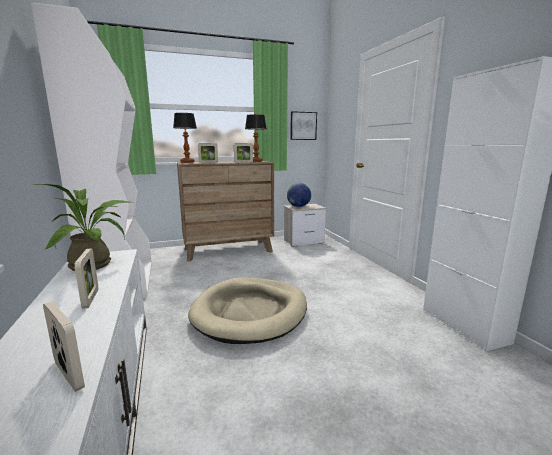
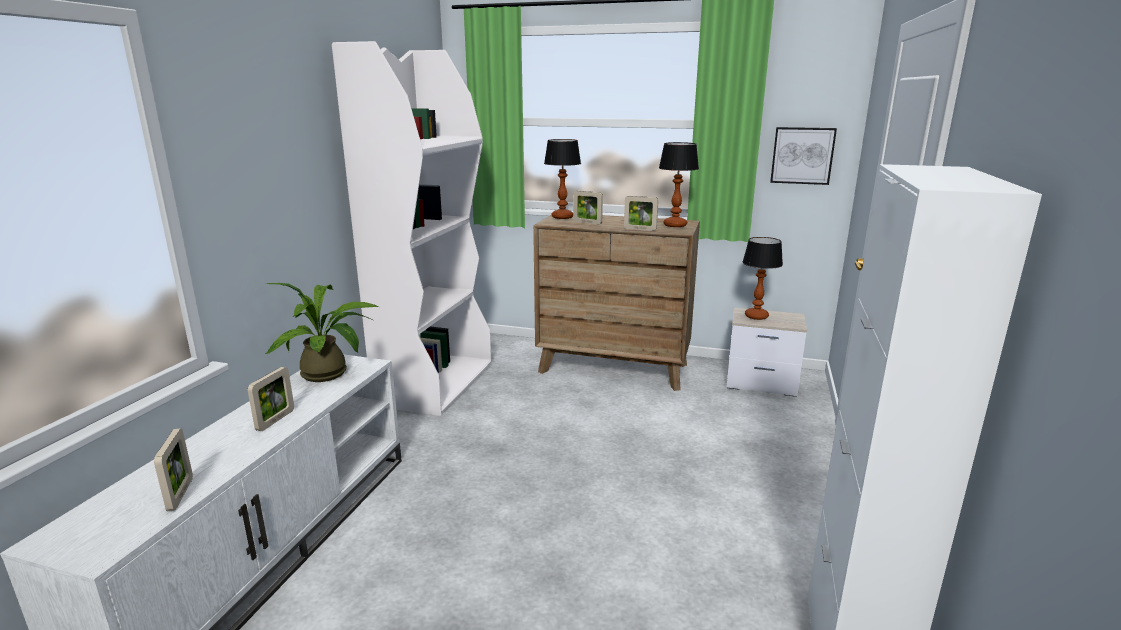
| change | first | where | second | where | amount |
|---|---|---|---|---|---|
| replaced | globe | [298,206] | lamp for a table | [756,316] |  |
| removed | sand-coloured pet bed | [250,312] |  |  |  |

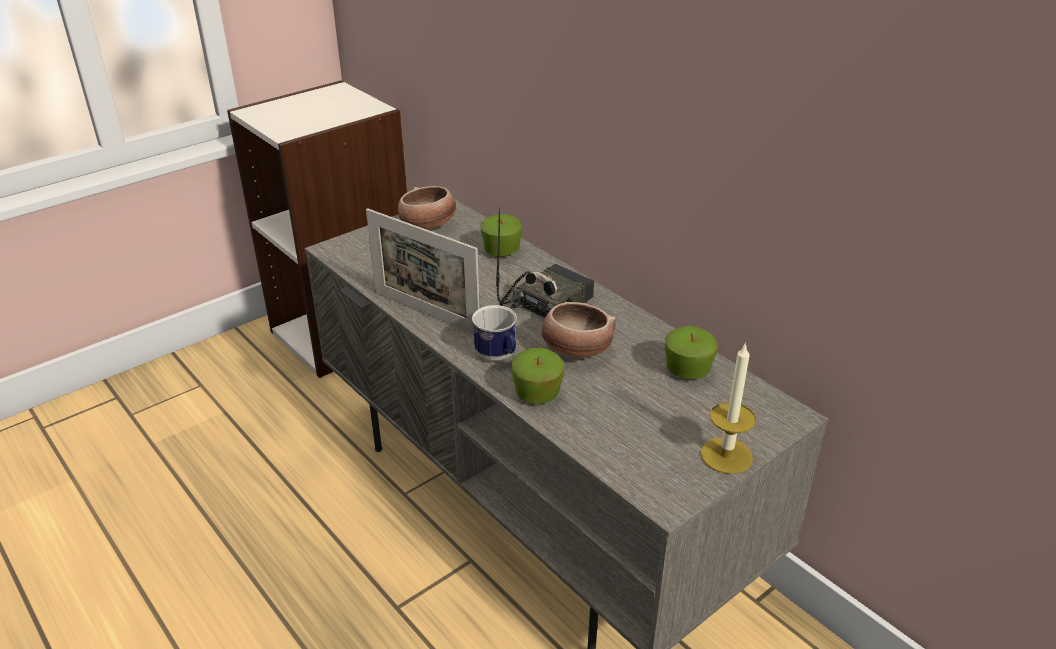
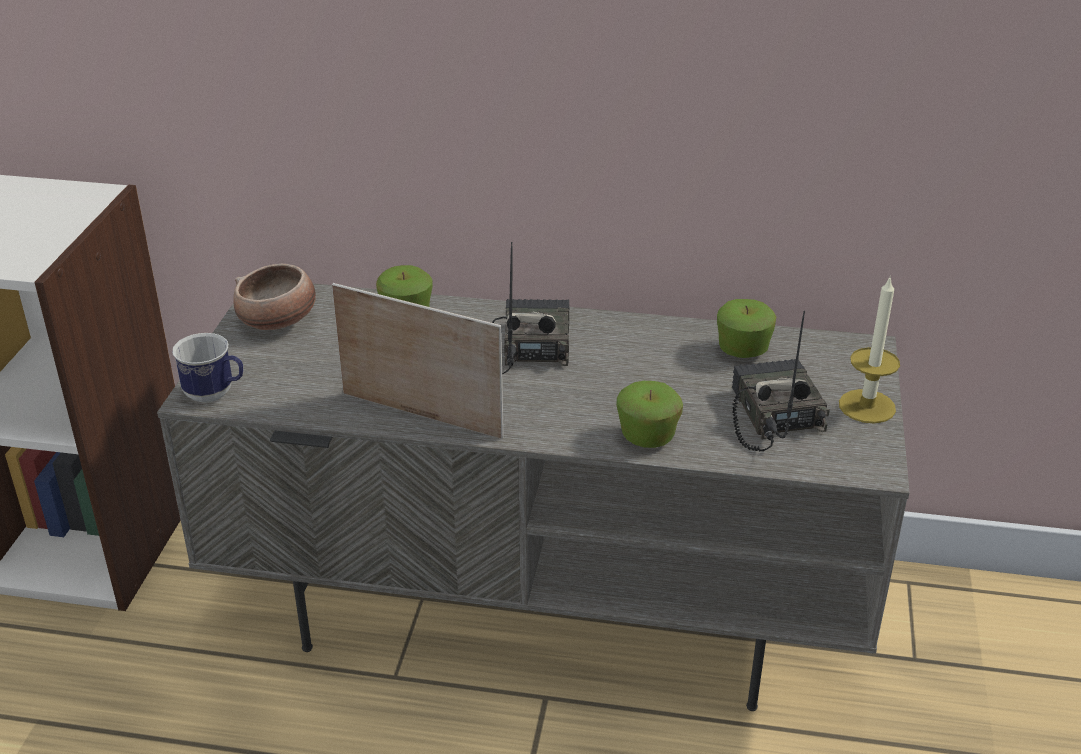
| change | first | where | second | where | amount |
|---|---|---|---|---|---|
| moved | tea mug | [498,357] |  | [216,395] |  |
| turned | photo frame | [426,313] |  | [421,415] | 150 degrees counterclockwise |
| added |  |  | radio | [771,415] |  |
| removed | deep dish | [575,350] |  |  |  |

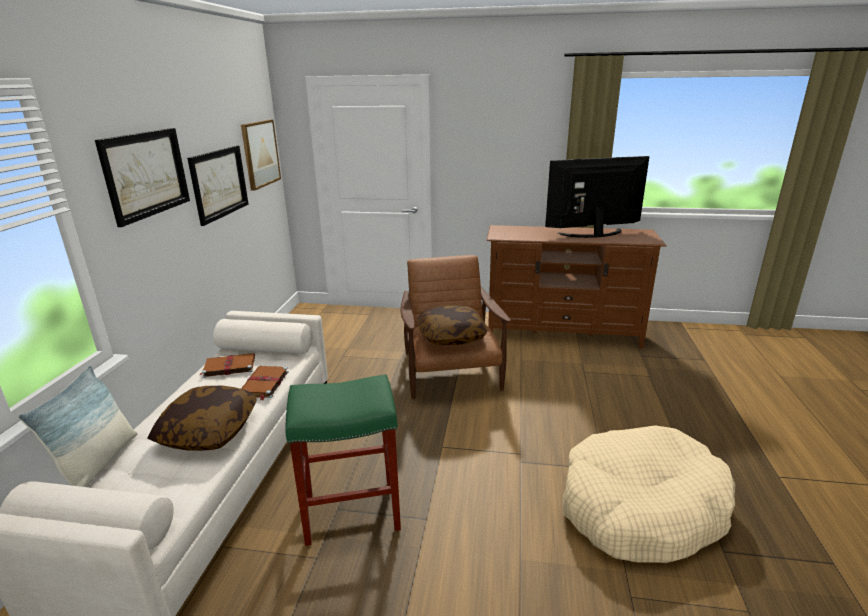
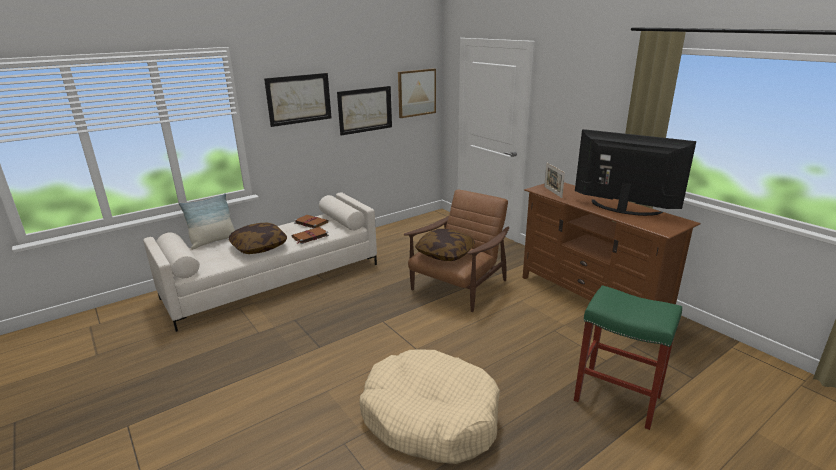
| change | first | where | second | where | amount |
|---|---|---|---|---|---|
| added |  |  | photo frame | [552,192] |  |
| moved | greenish stool | [353,510] |  | [618,398] |  |

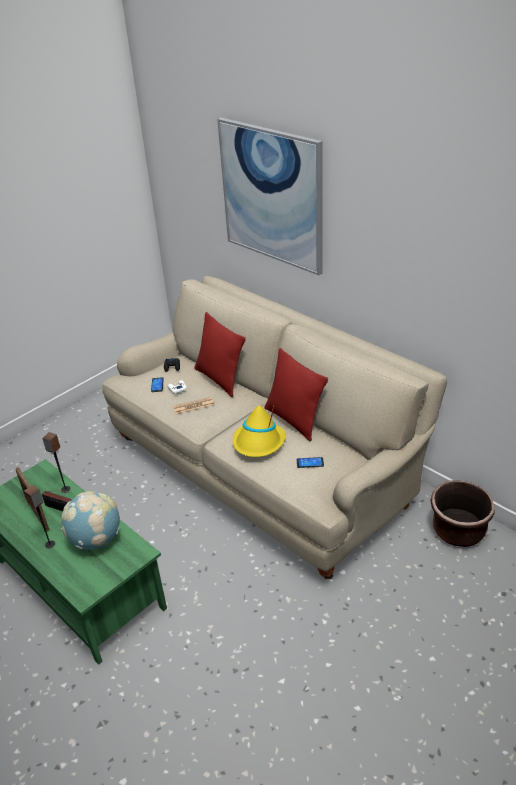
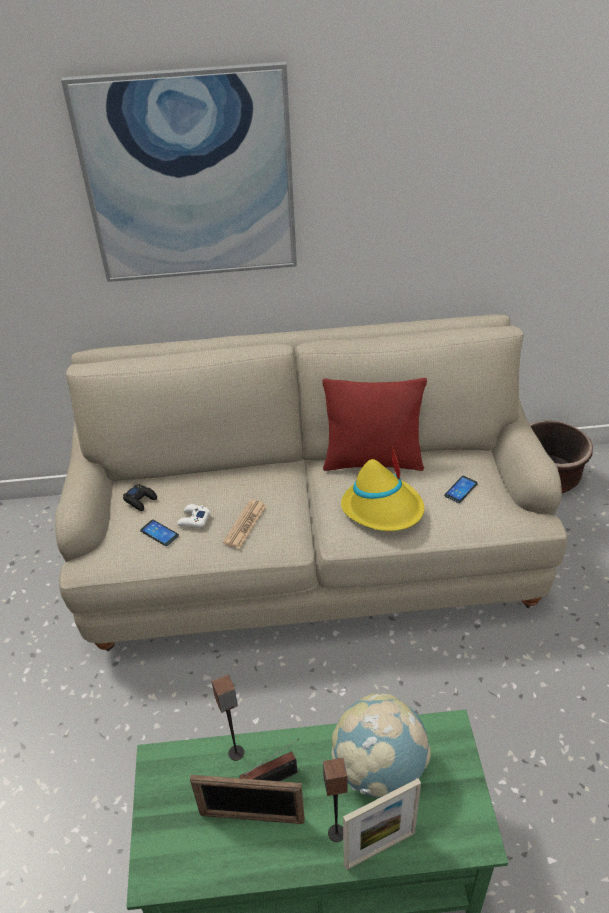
| change | first | where | second | where | amount |
|---|---|---|---|---|---|
| added |  |  | photo frame | [379,849] |  |
| removed | red-coloured throw pillow | [220,379] |  |  |  |

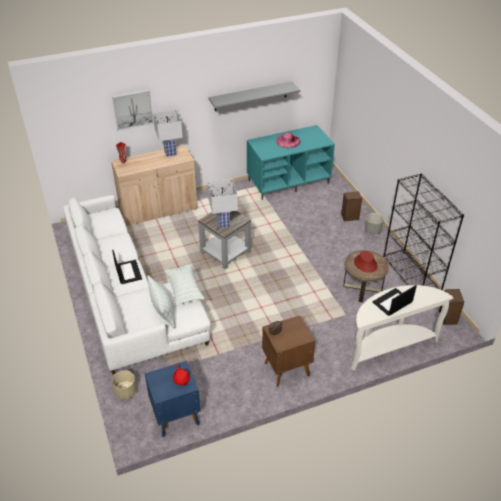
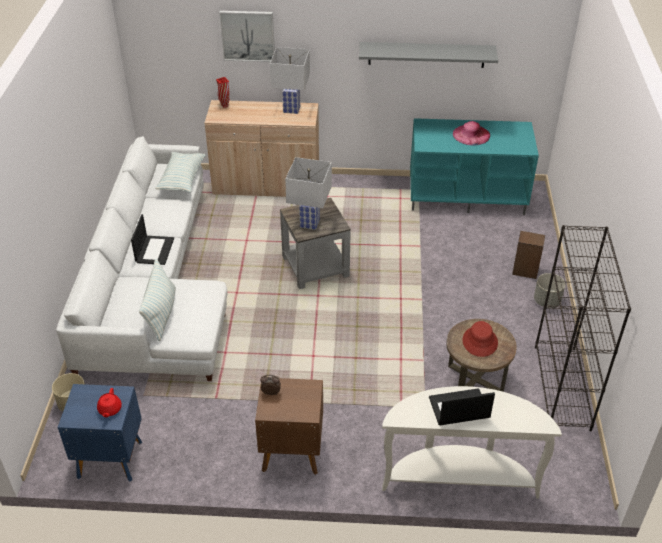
| change | first | where | second | where | amount |
|---|---|---|---|---|---|
| moved | throw pillow | [184,289] |  | [182,179] |  |
| removed | audio speaker | [448,317] |  |  |  |

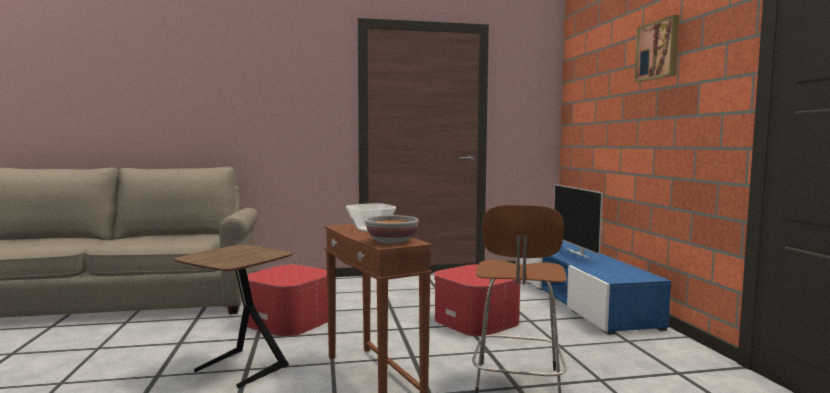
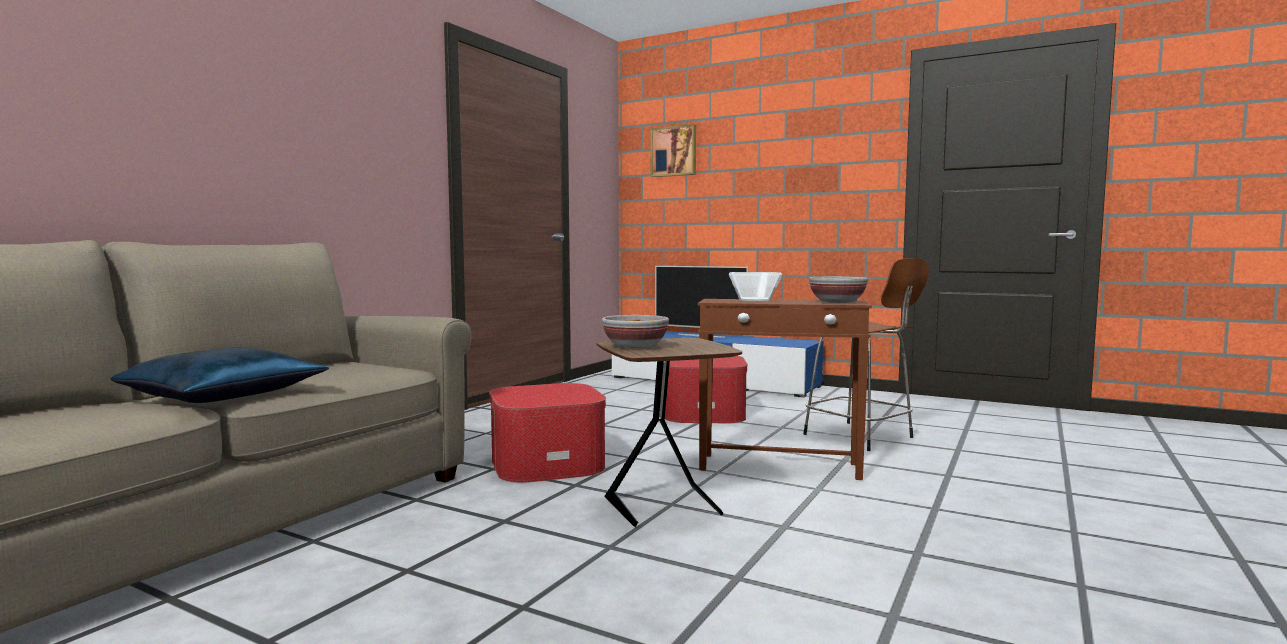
| change | first | where | second | where | amount |
|---|---|---|---|---|---|
| added |  |  | blue throw pillow | [224,395] |  |
| added |  |  | deep dish | [634,346] |  |
| moved | wall art | [658,50] |  | [674,151] |  |

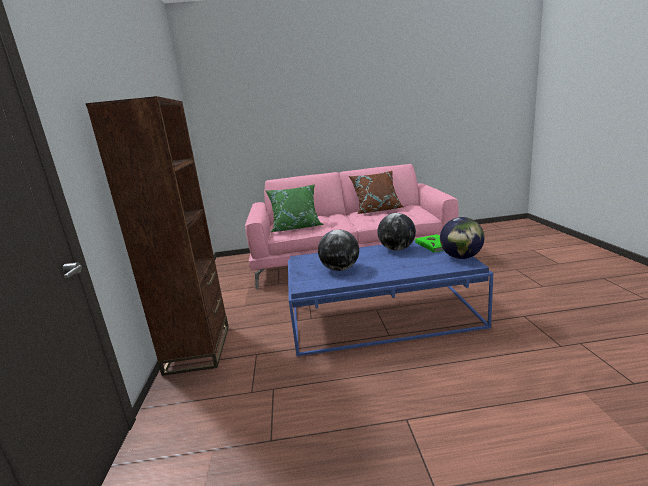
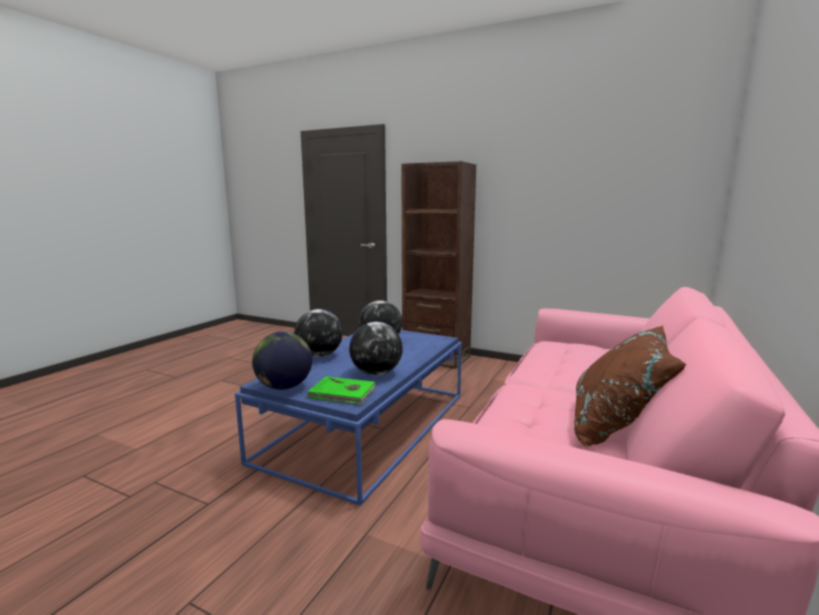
| change | first | where | second | where | amount |
|---|---|---|---|---|---|
| added |  |  | globe | [319,355] |  |
| removed | greenish throw pillow | [296,227] |  |  |  |

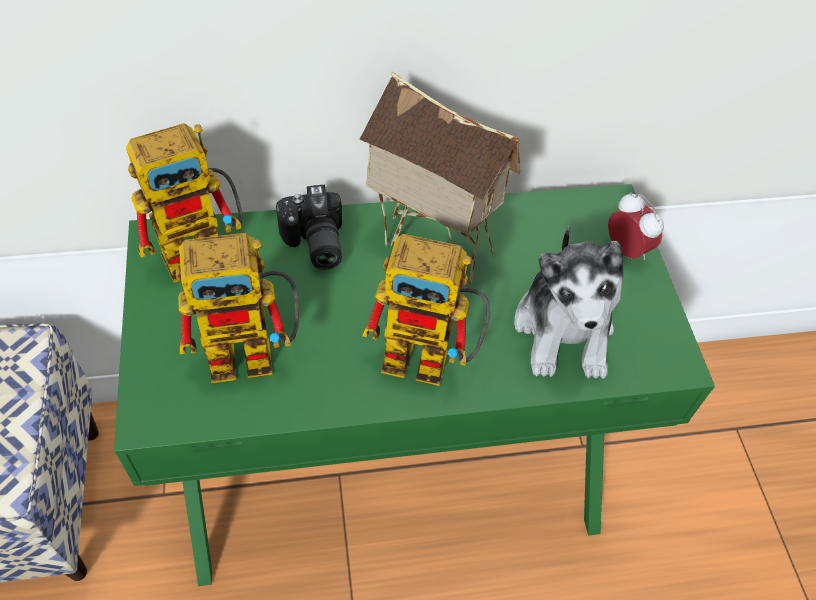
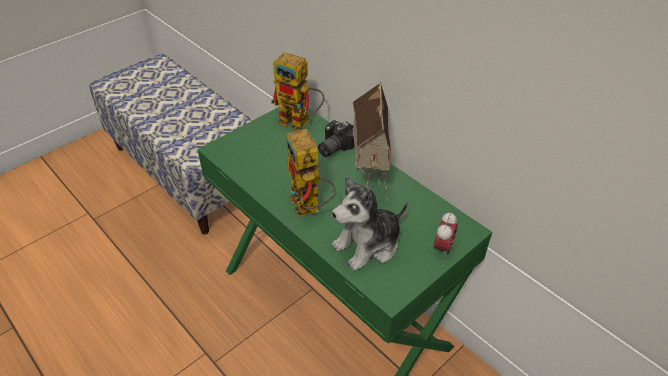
| change | first | where | second | where | amount |
|---|---|---|---|---|---|
| removed | robot figure | [255,352] |  |  |  |

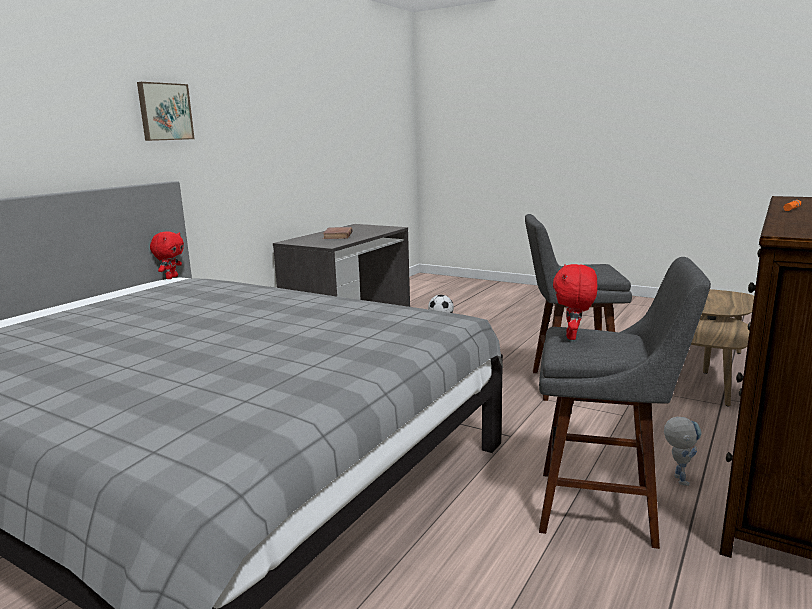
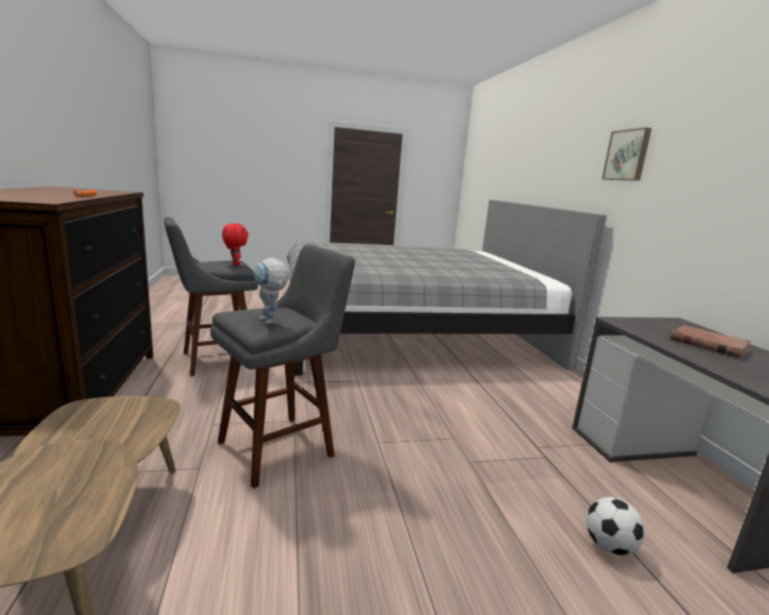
| change | first | where | second | where | amount |
|---|---|---|---|---|---|
| moved | robot figure | [677,477] |  | [270,322] |  |
| removed | red-coloured soft toy | [171,277] |  |  |  |

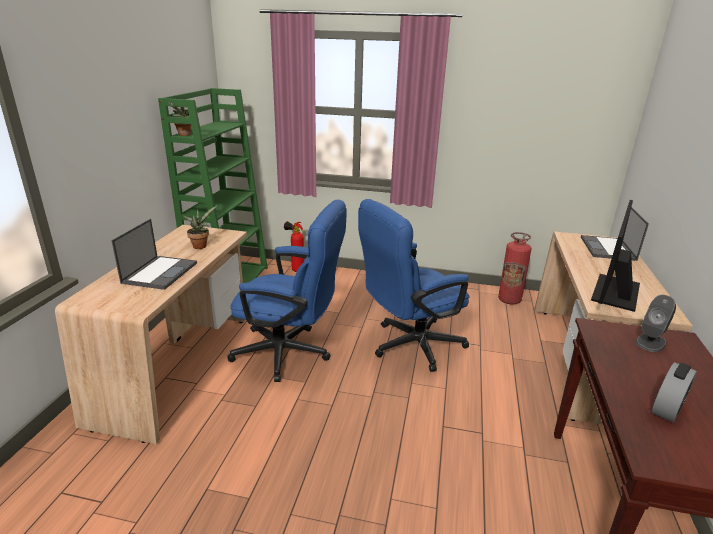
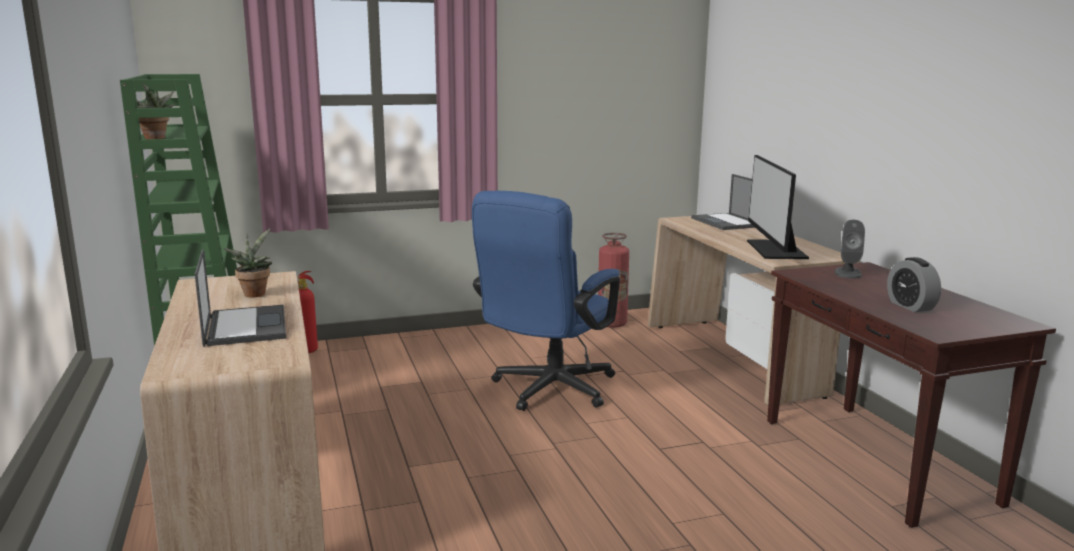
| change | first | where | second | where | amount |
|---|---|---|---|---|---|
| turned | alarm clock | [667,409] |  | [910,306] | 150 degrees clockwise |
| removed | blue office chair | [290,353] |  |  |  |

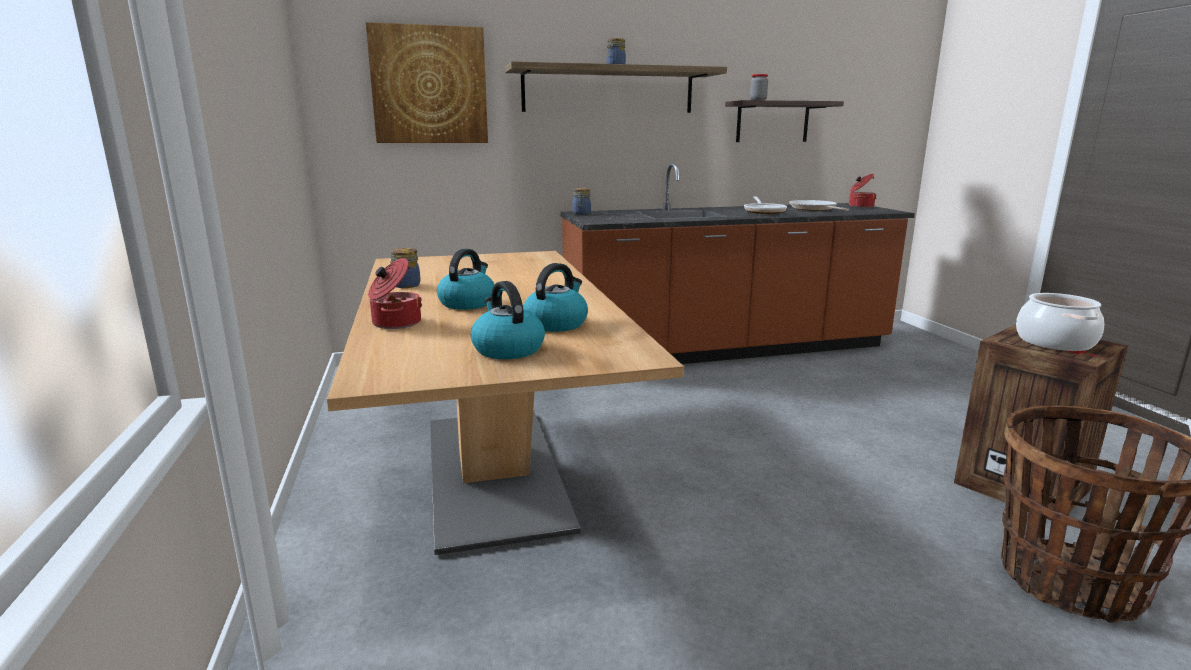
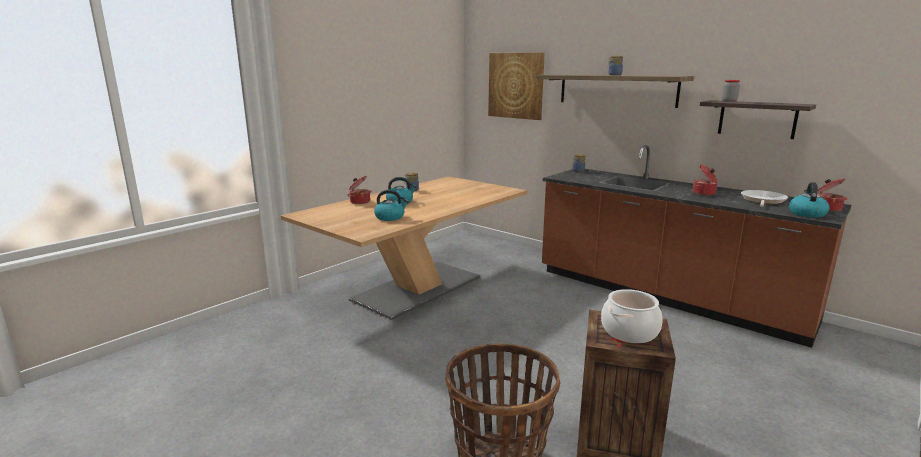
| change | first | where | second | where | amount |
|---|---|---|---|---|---|
| replaced | frying pan | [764,211] | stockpot | [704,193] |  |
| moved | kettle | [507,349] |  | [806,213] |  |

